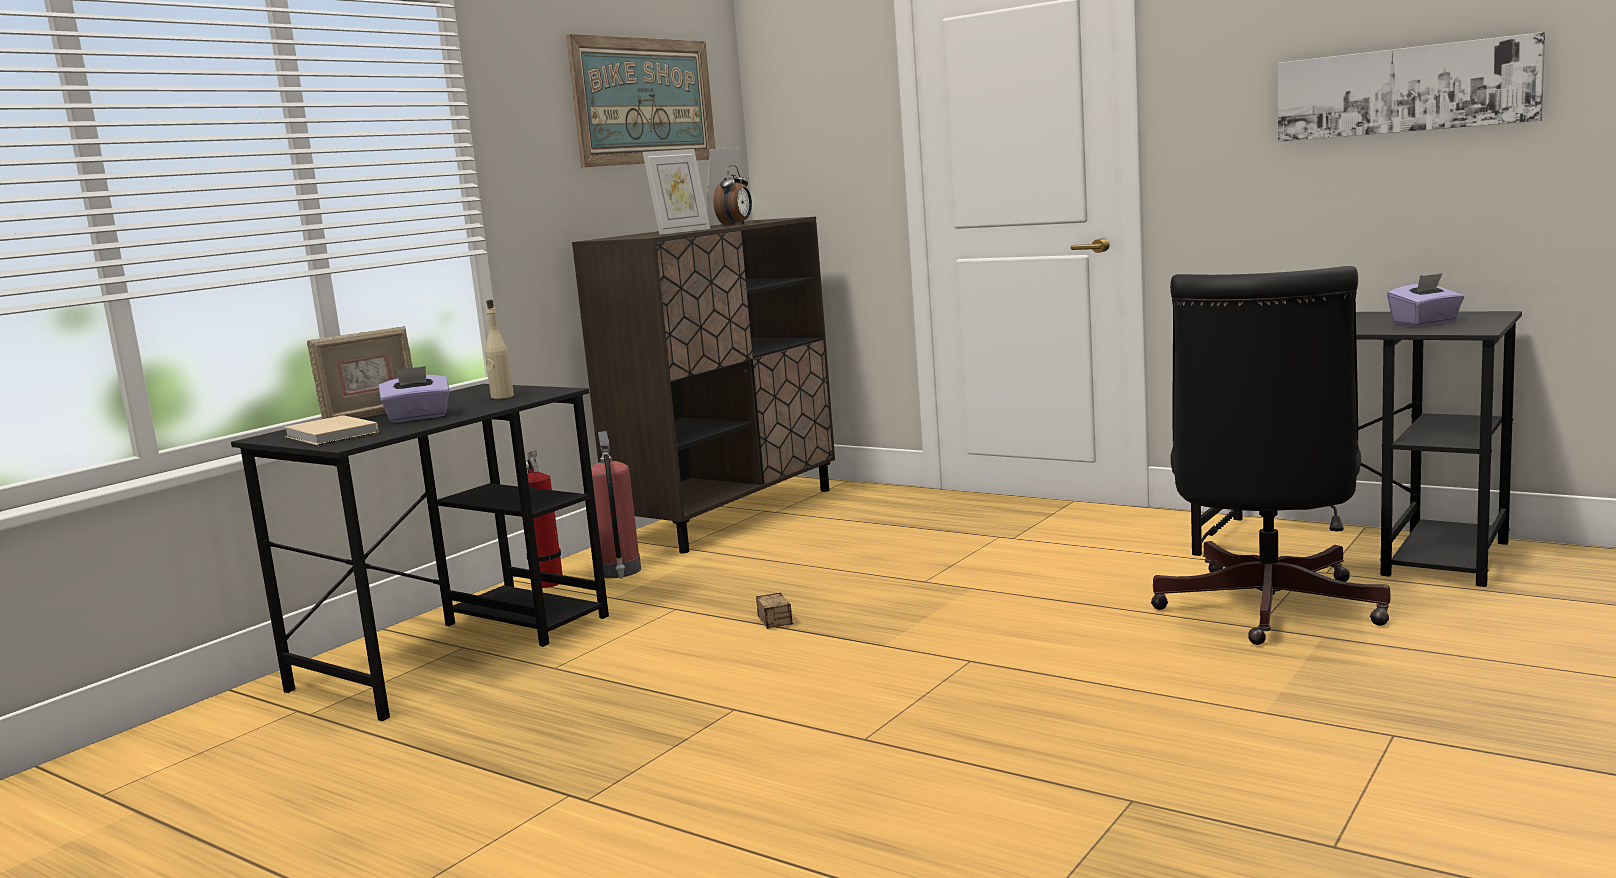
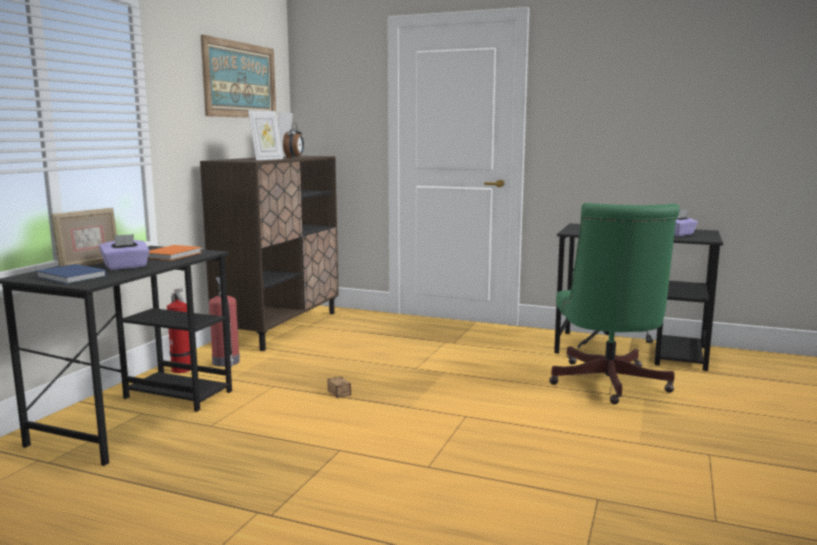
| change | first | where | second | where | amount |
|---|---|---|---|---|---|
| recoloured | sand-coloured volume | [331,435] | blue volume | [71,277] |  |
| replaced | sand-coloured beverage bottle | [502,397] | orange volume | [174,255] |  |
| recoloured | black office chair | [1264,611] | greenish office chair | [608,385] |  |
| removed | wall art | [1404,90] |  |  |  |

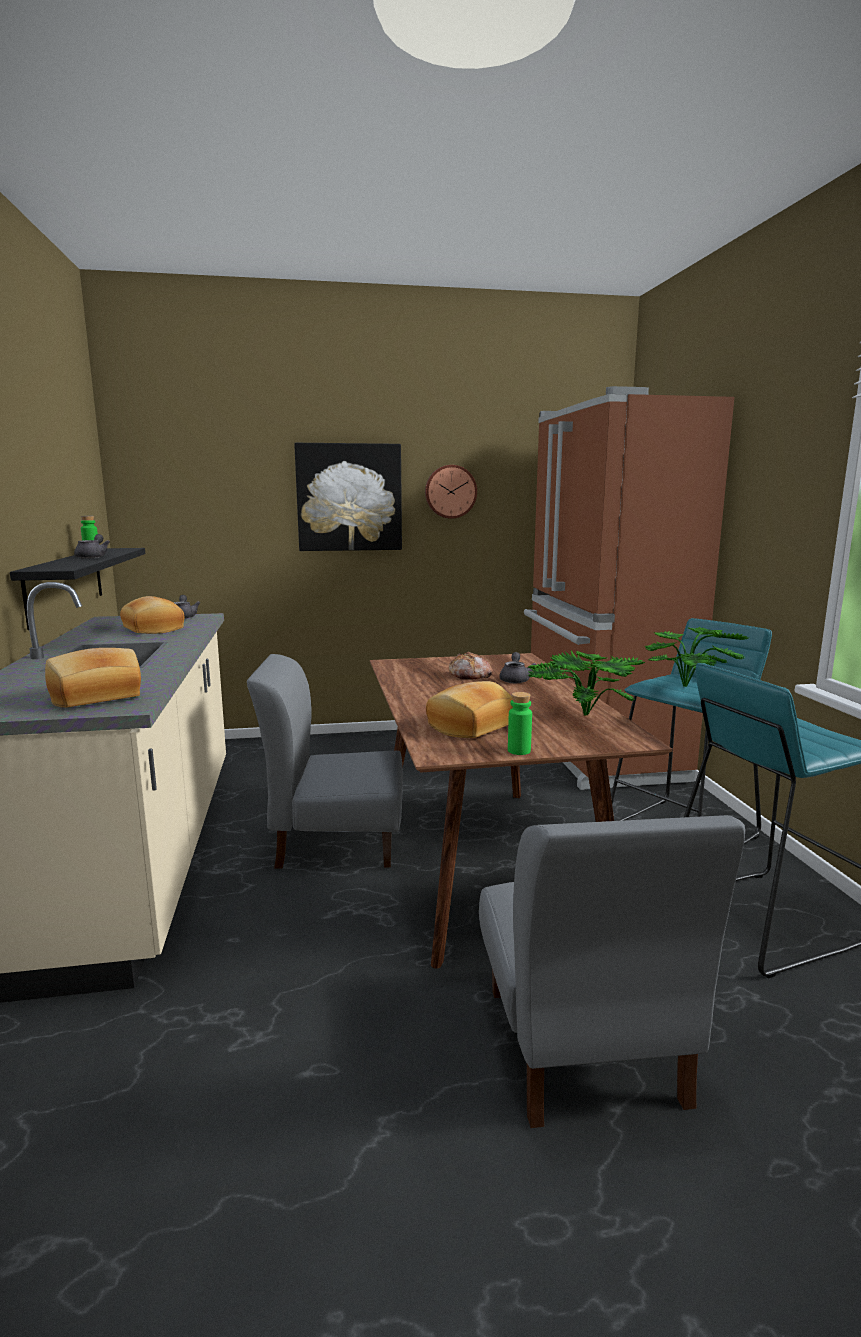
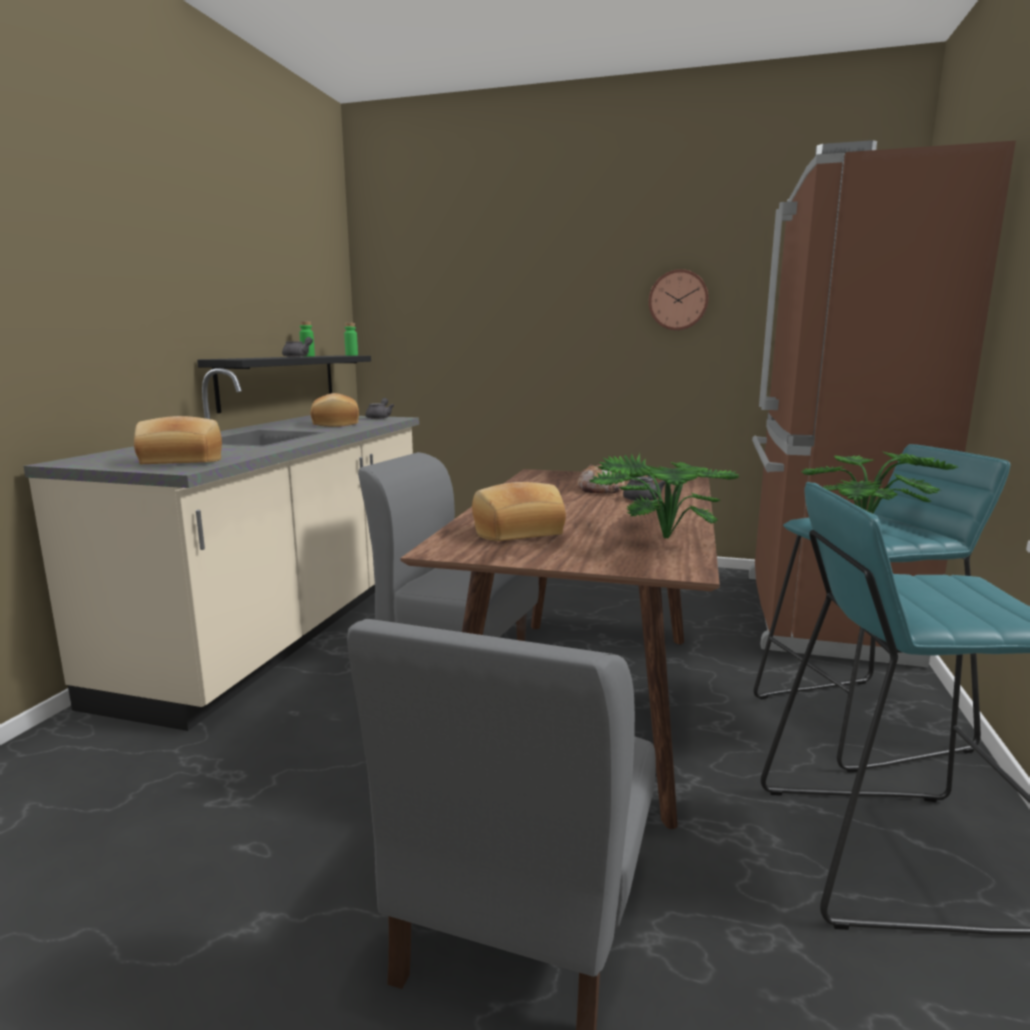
| change | first | where | second | where | amount |
|---|---|---|---|---|---|
| moved | greenish beverage bottle | [519,751] |  | [351,355] |  |
| removed | wall art | [349,497] |  |  |  |

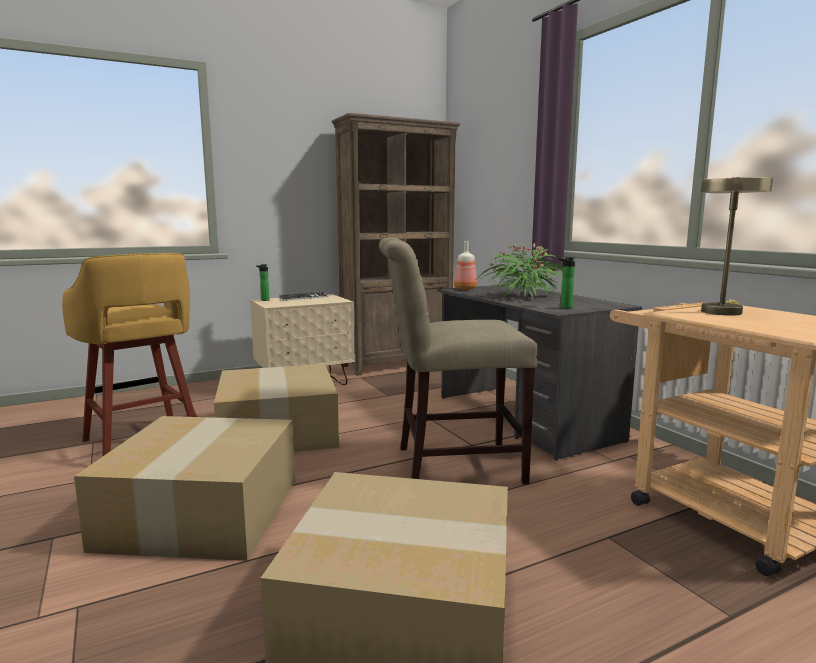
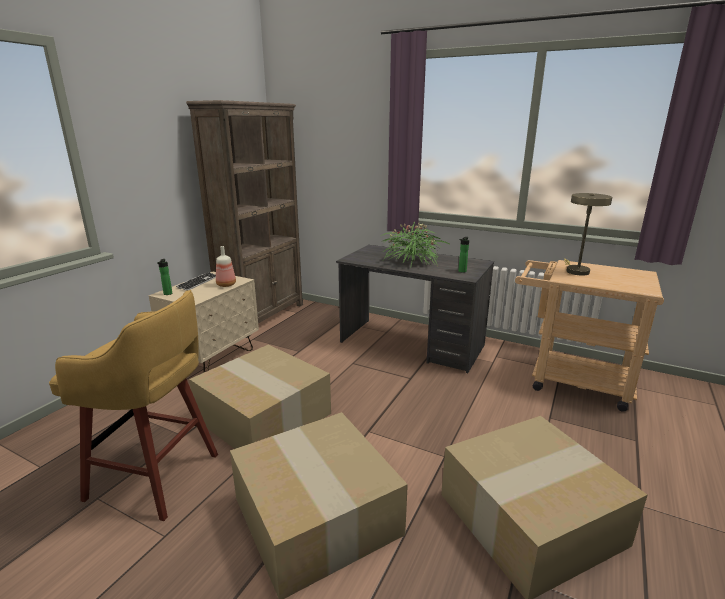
| change | first | where | second | where | amount |
|---|---|---|---|---|---|
| moved | beverage bottle | [464,289] |  | [225,285] |  |
| removed | sand-coloured chair | [451,464] |  |  |  |

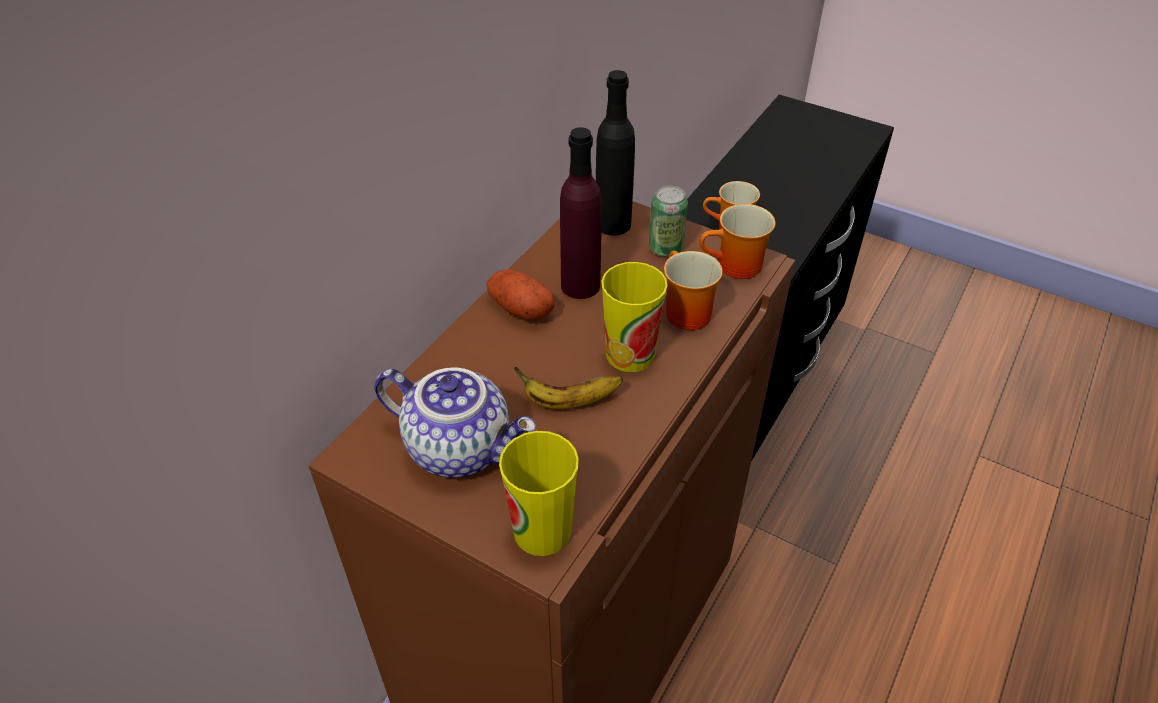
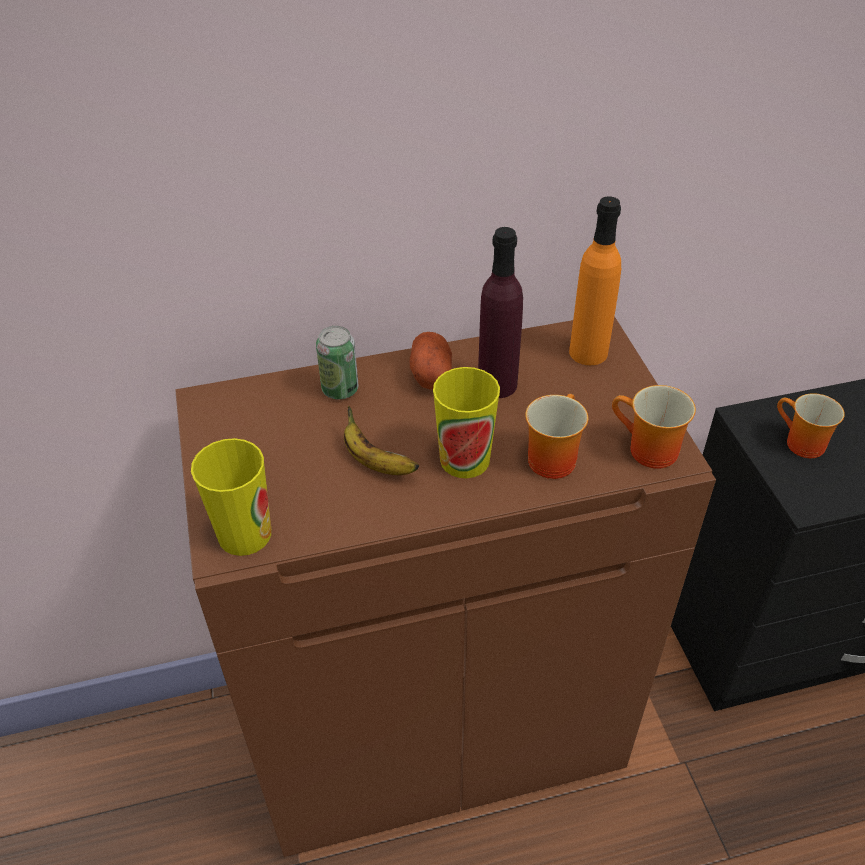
| change | first | where | second | where | amount |
|---|---|---|---|---|---|
| moved | can | [665,248] |  | [340,389] |  |
| recoloured | black beverage bottle | [613,224] | orange beverage bottle | [588,352] |  |
| removed | pot for tea | [461,447] |  |  |  |

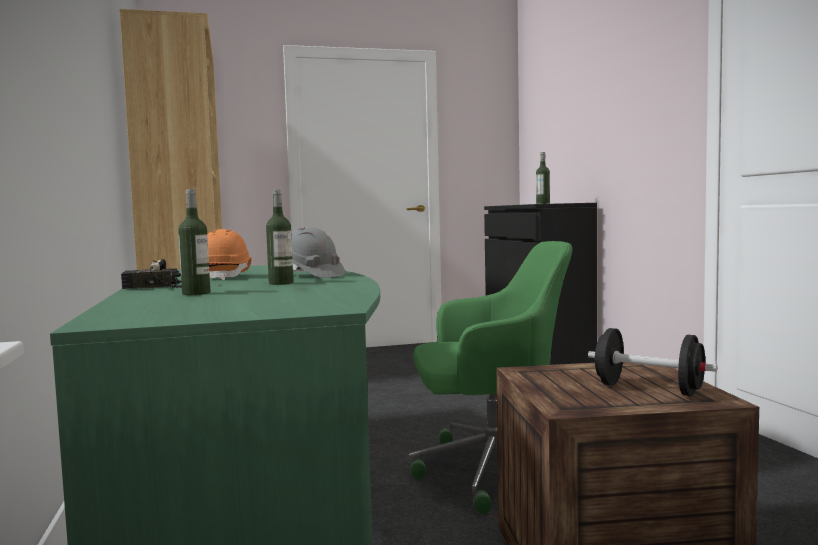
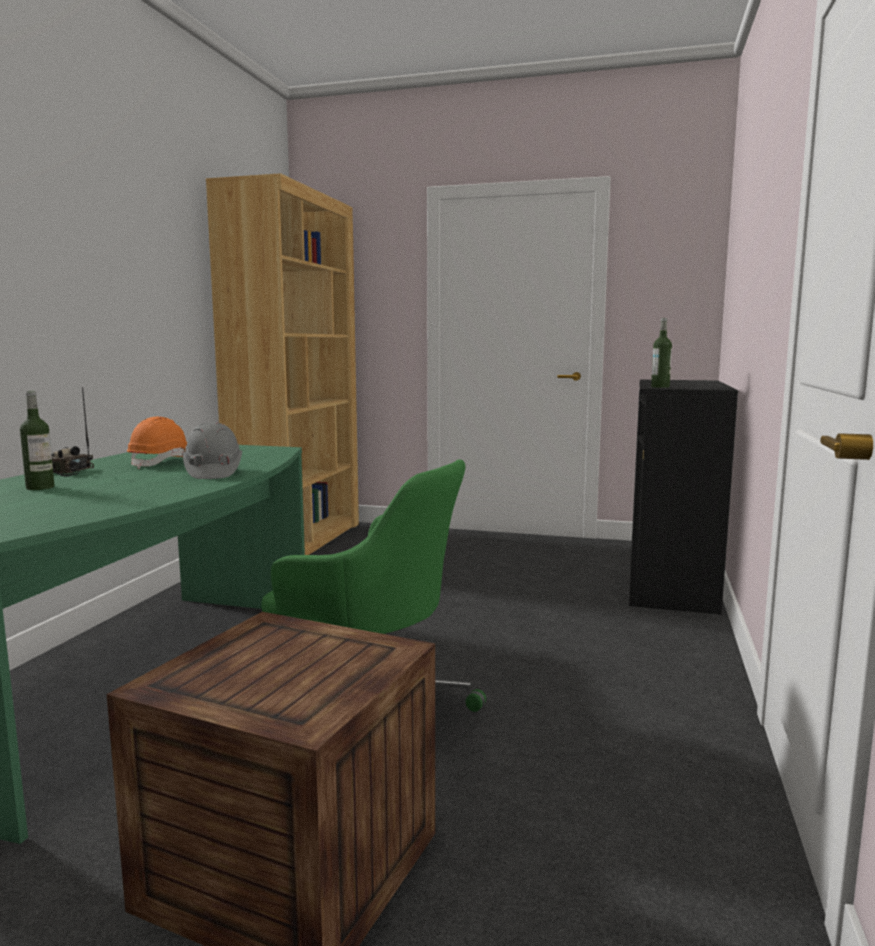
| change | first | where | second | where | amount |
|---|---|---|---|---|---|
| removed | beverage bottle | [281,283] |  |  |  |
| removed | black free weight | [649,389] |  |  |  |

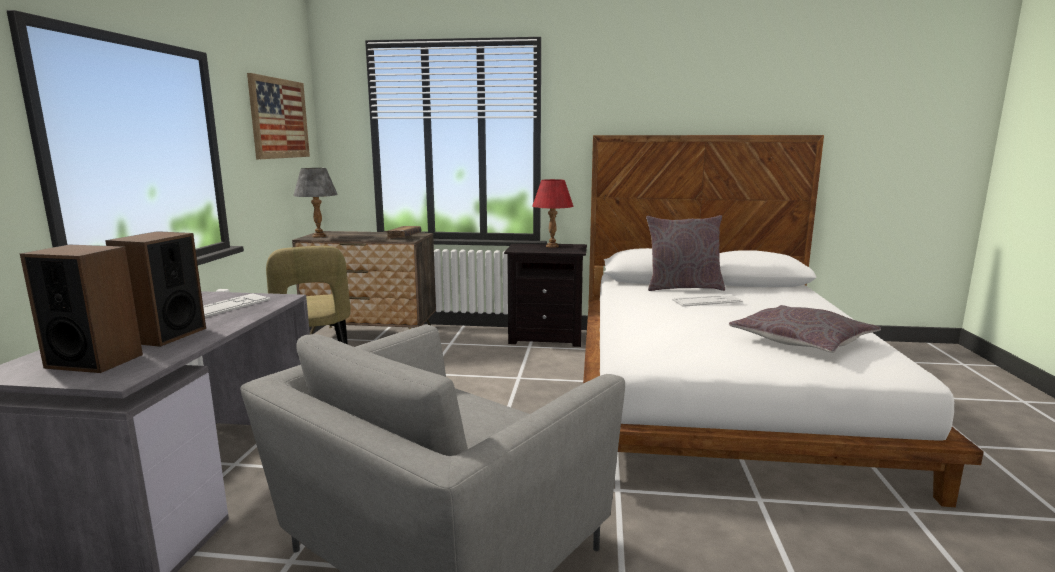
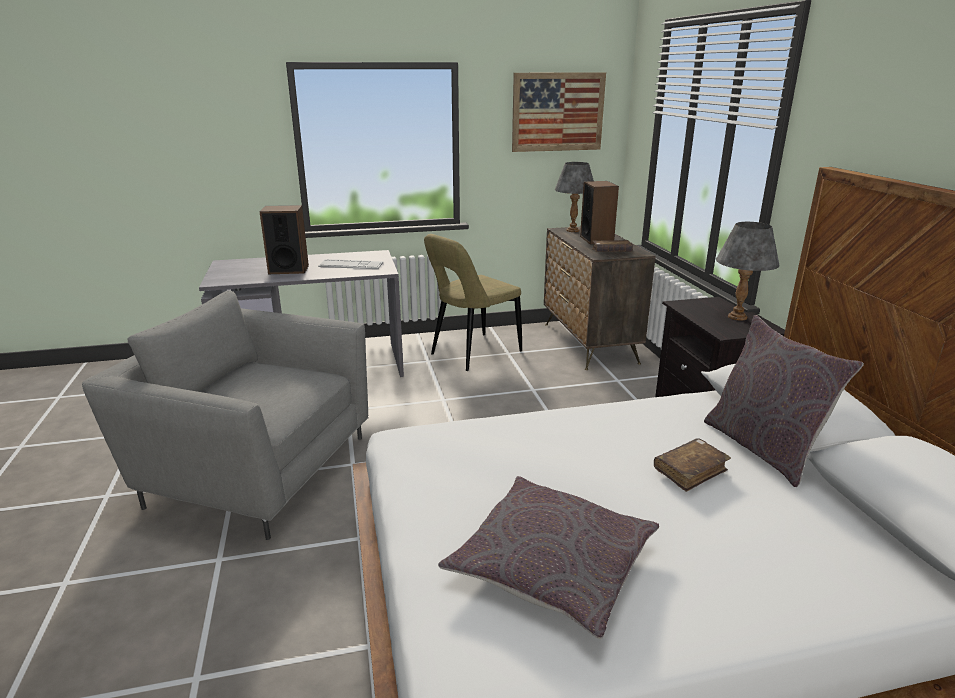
| change | first | where | second | where | amount |
|---|---|---|---|---|---|
| moved | audio speaker | [95,361] |  | [596,239] |  |
| replaced | computer keyboard | [707,301] | brown volume | [690,471] |  |
| recoloured | red-coloured lamp for a table | [552,246] | grey lamp for a table | [737,317] |  |

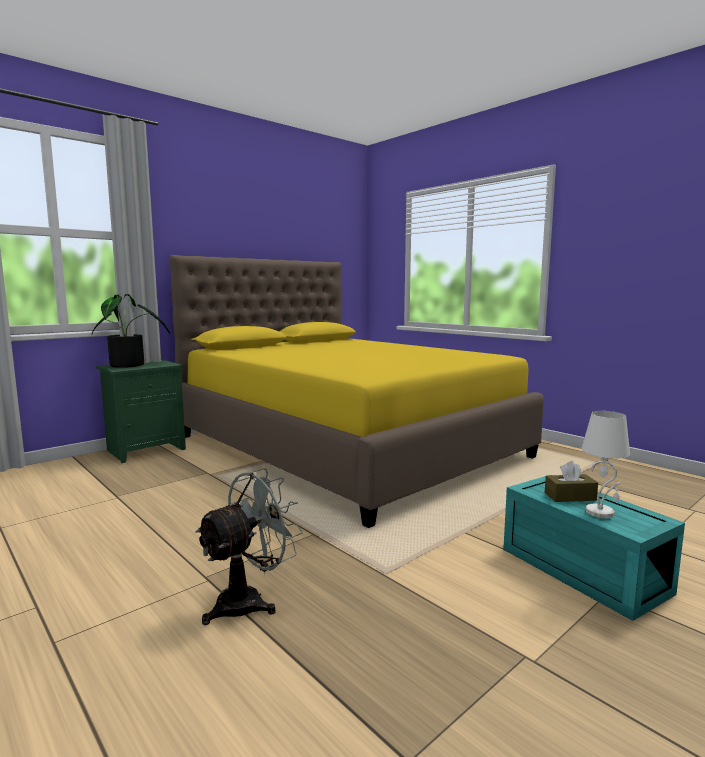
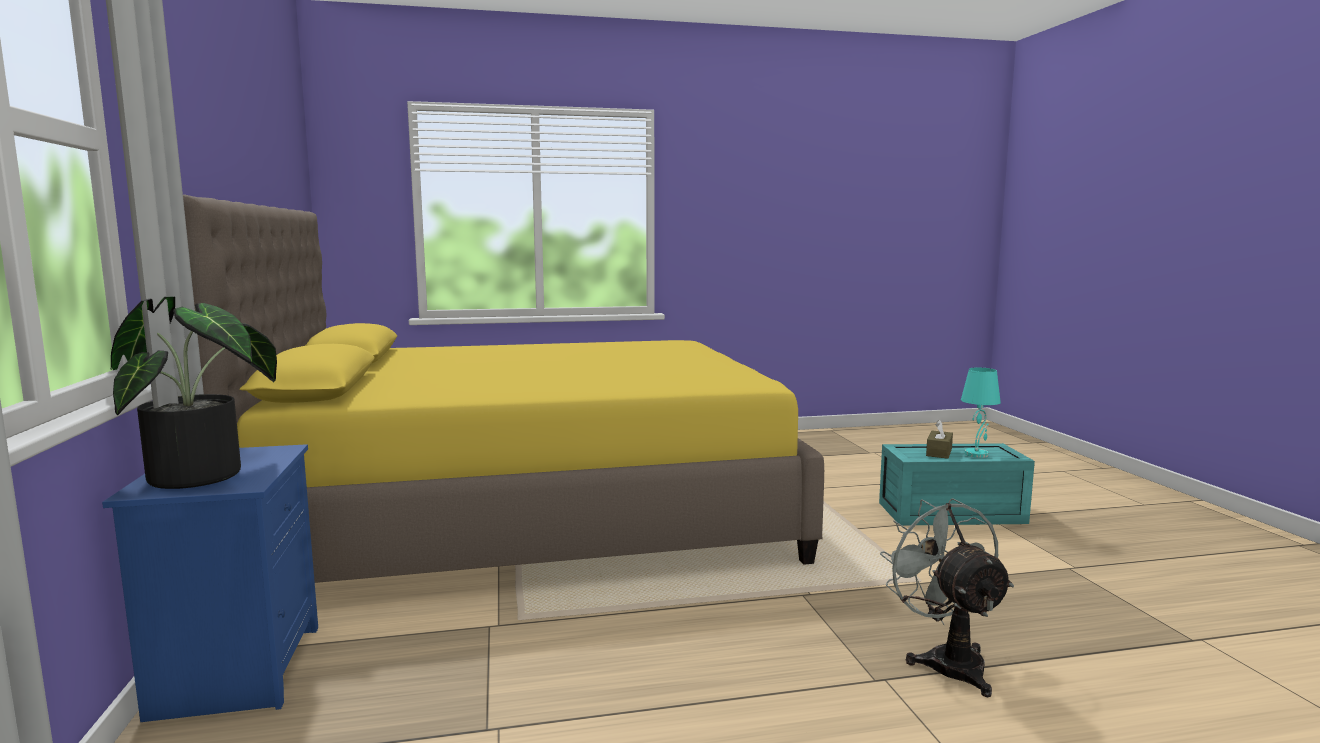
| change | first | where | second | where | amount |
|---|---|---|---|---|---|
| recoloured | greenish bedside table | [146,449] | blue bedside table | [236,670] |  |
| recoloured | white-coloured lamp for a table | [600,512] | turquoise lamp for a table | [976,454] |  |

